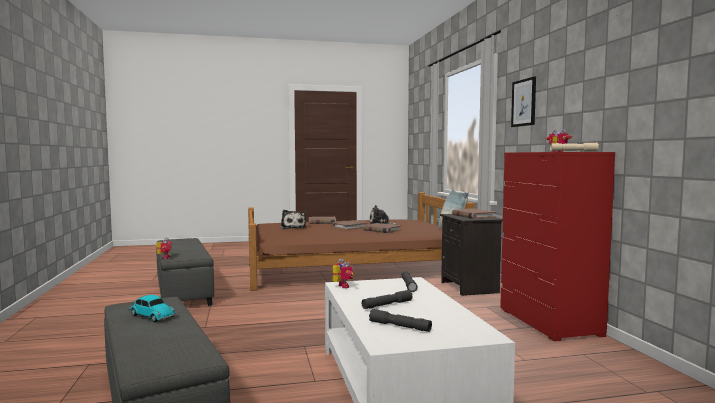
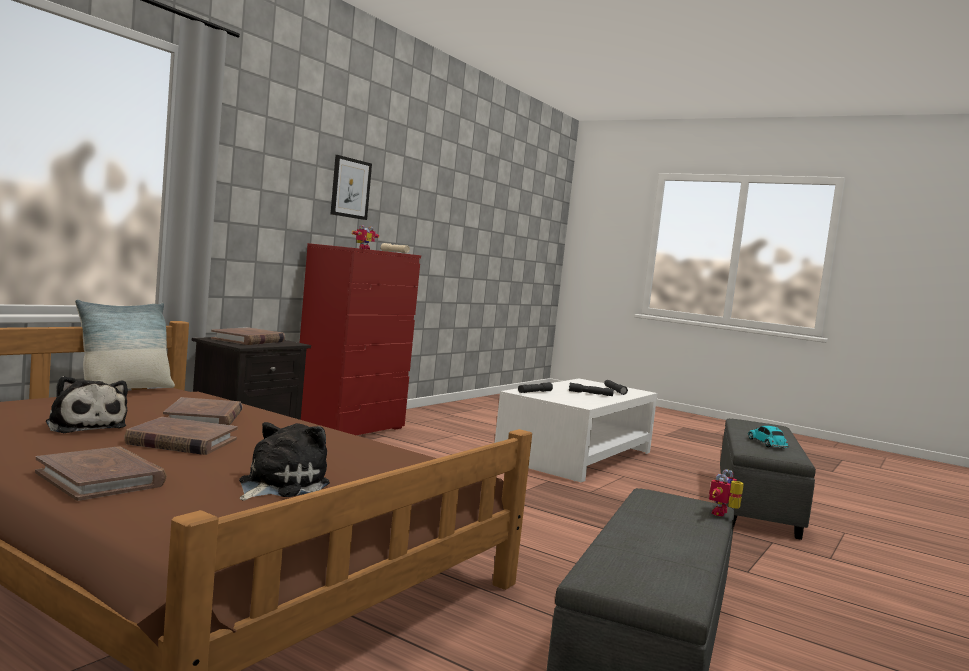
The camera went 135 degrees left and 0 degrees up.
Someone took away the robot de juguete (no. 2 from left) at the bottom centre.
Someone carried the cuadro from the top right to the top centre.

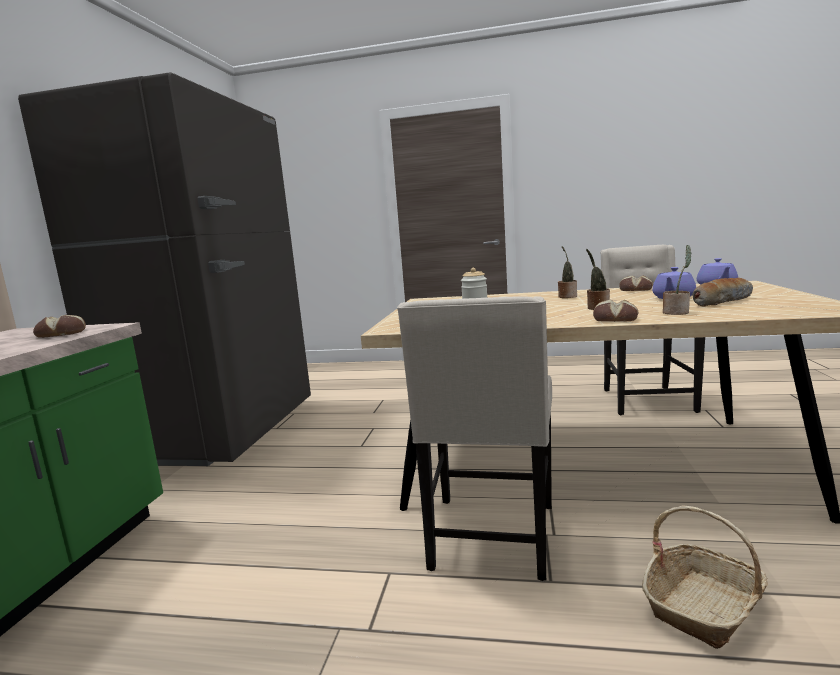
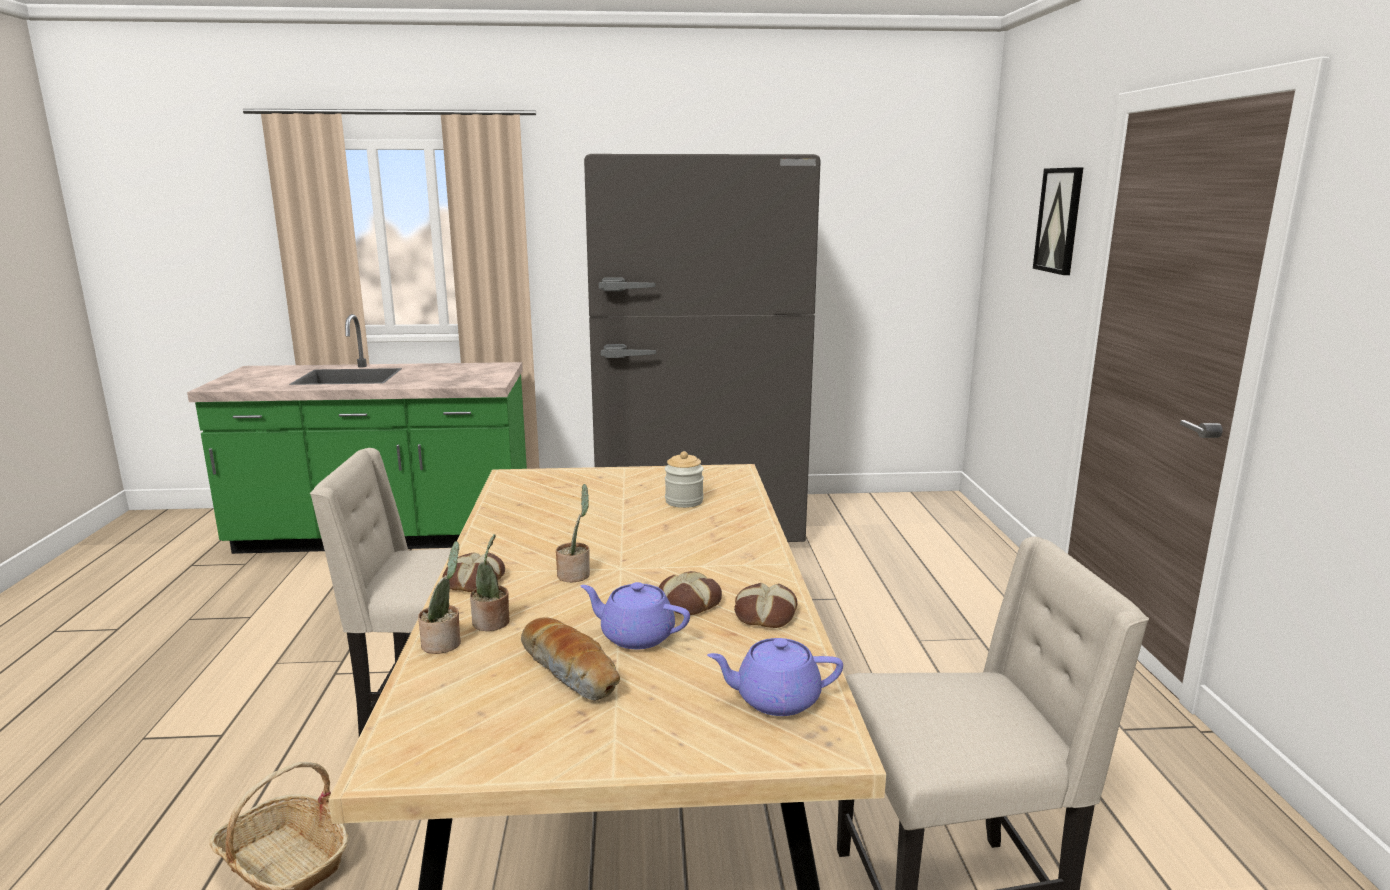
The camera went 75 degrees right and 5 degrees up.
Someone put up the cuadro at the top right.
Someone carried the pan (no. 1 from left in the first image) from the middle left to the centre.
Someone carried the planta en maceta (no. 1 from left) from the middle right to the bottom left.

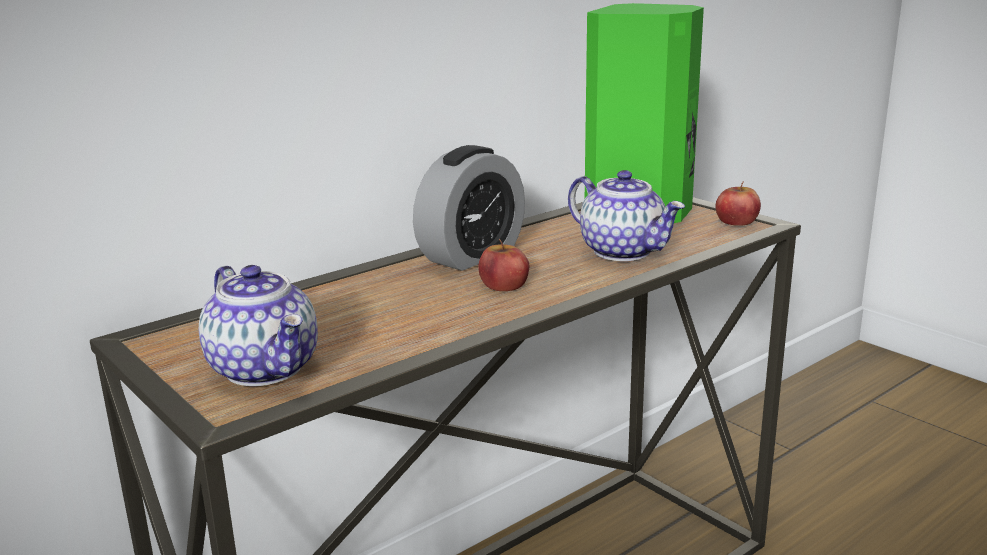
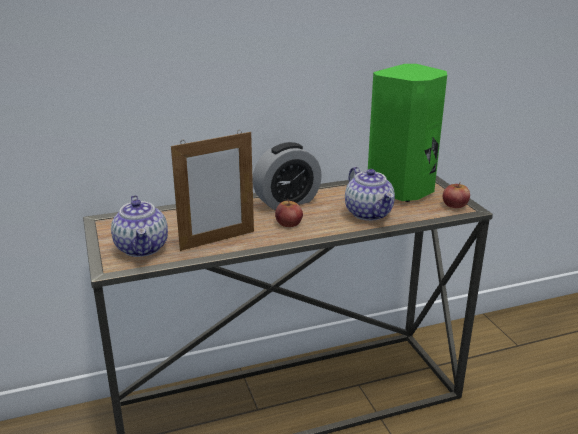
The camera went 20 degrees right and 5 degrees up.
Someone put down the portarretratos at the centre.

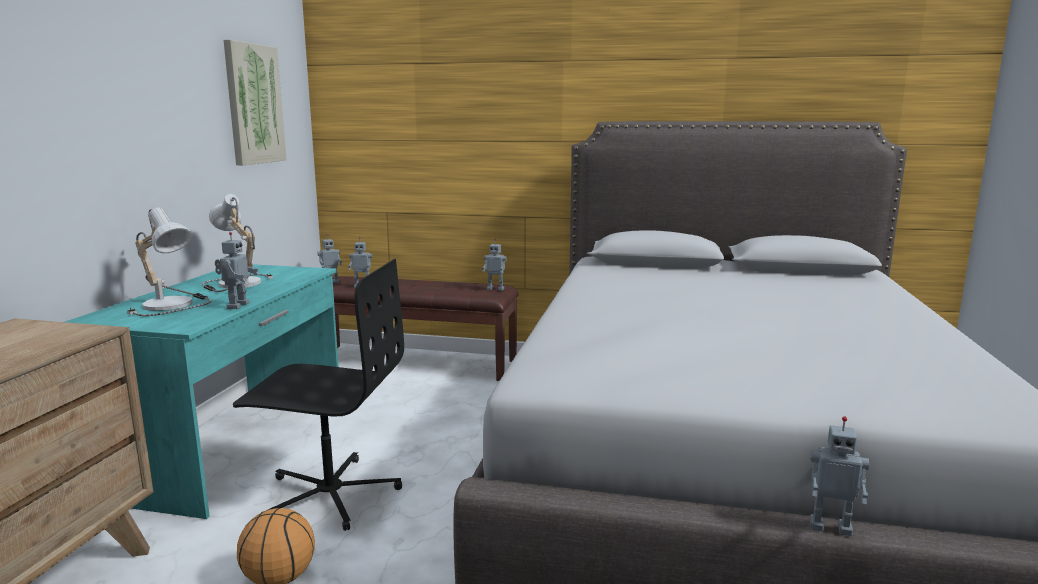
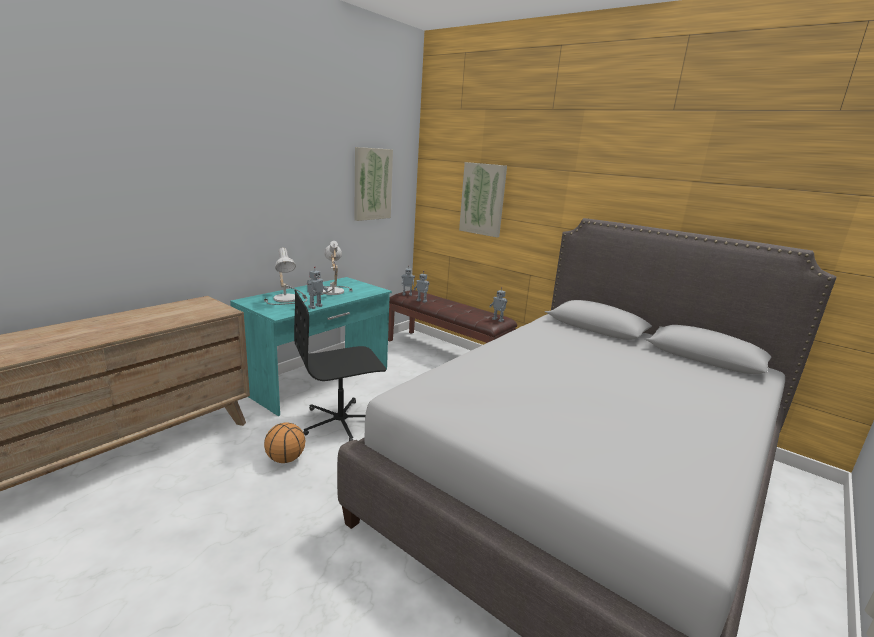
The camera went 25 degrees right and 5 degrees up.
Someone took away the robot de juguete (no. 5 from left) at the bottom right.
Someone put up the cuadro (no. 2 from left) at the top centre.
Someone rotated the silla de oficina (negro) at the bottom left by 120 degrees clockwise.

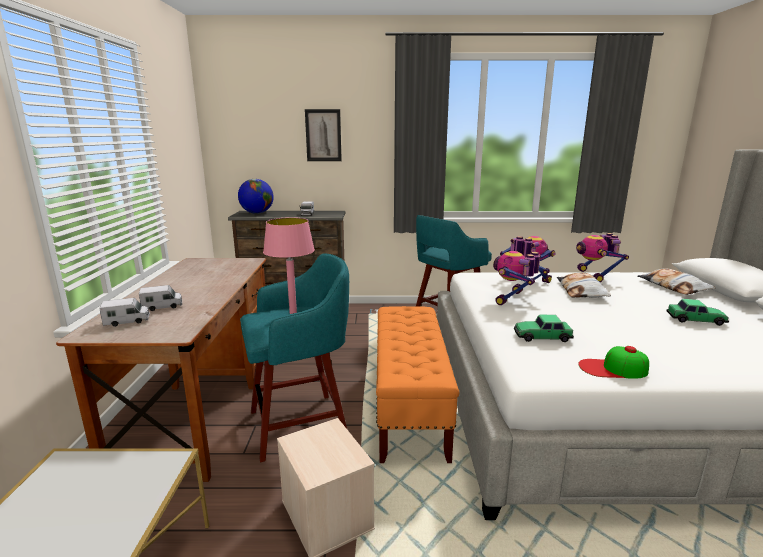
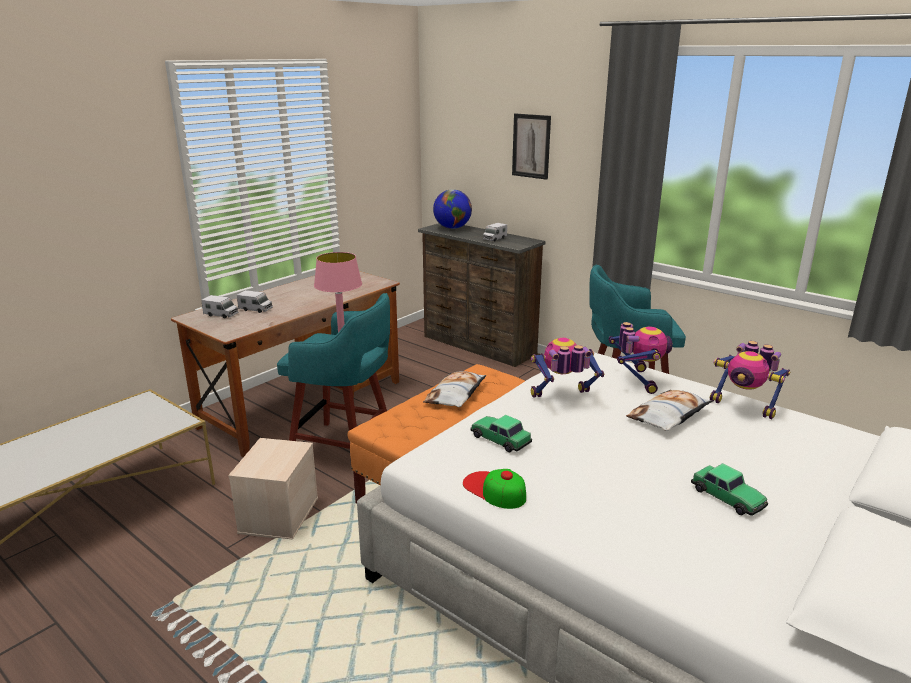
The camera went 40 degrees right and 5 degrees up.
Someone carried the cojín (no. 2 from left in the first image) from the middle right to the centre.
Someone rotated the robot de juguete (no. 3 from left) at the middle right by 90 degrees counterclockwise.

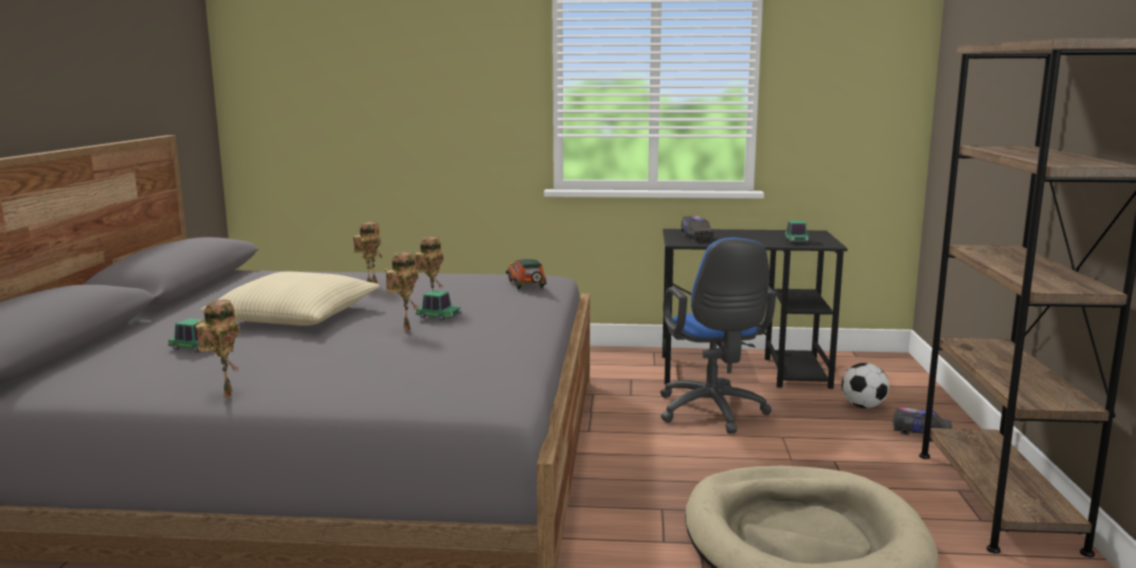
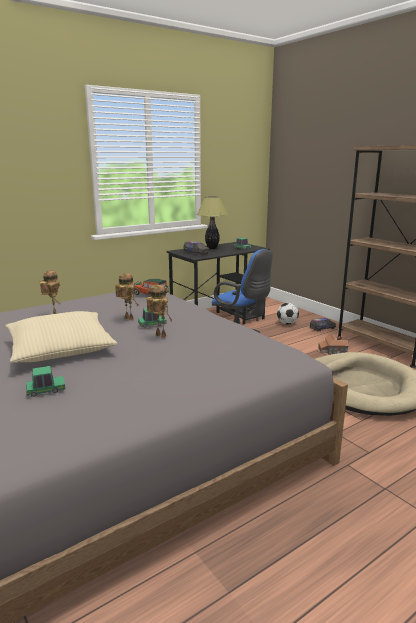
The camera went 40 degrees left and 5 degrees up.
Someone took away the robot de juguete (no. 1 from left) at the middle left.
Someone put down the lámpara de mesa at the centre.
Someone put down the casita at the middle right.

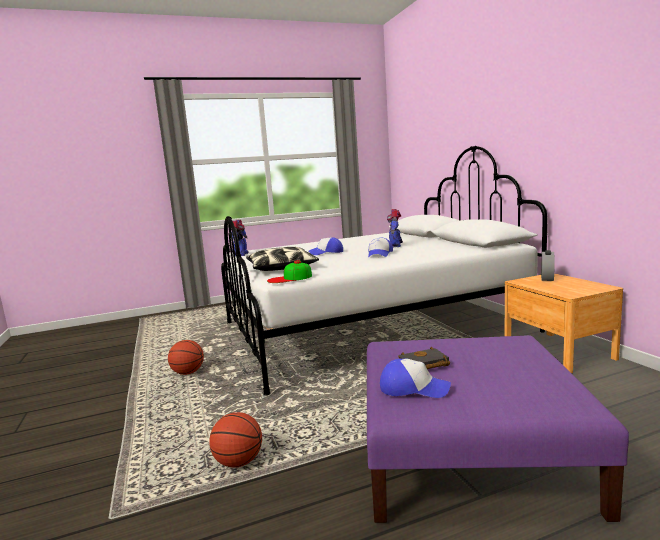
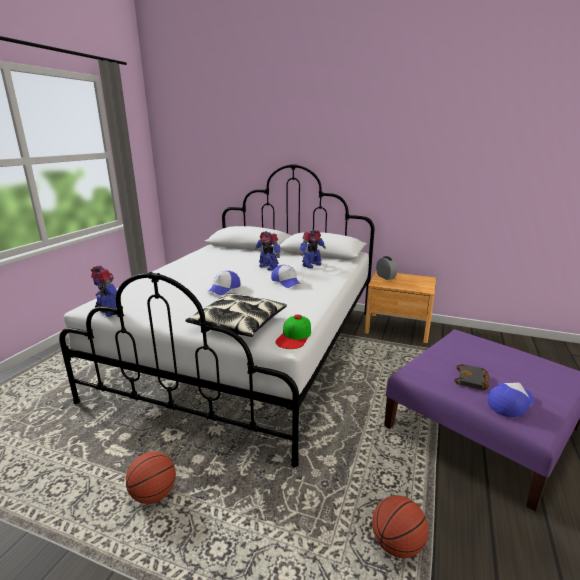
The camera went 50 degrees left and 10 degrees up.
Someone put down the robot de juguete (no. 3 from left) at the centre.

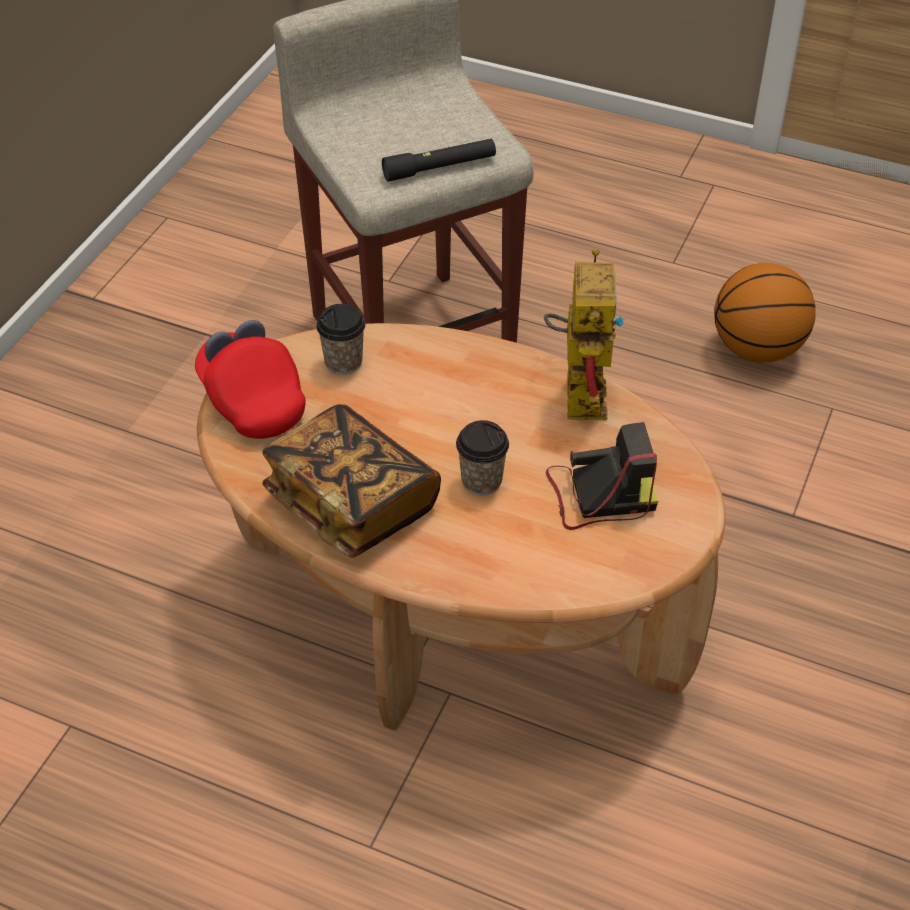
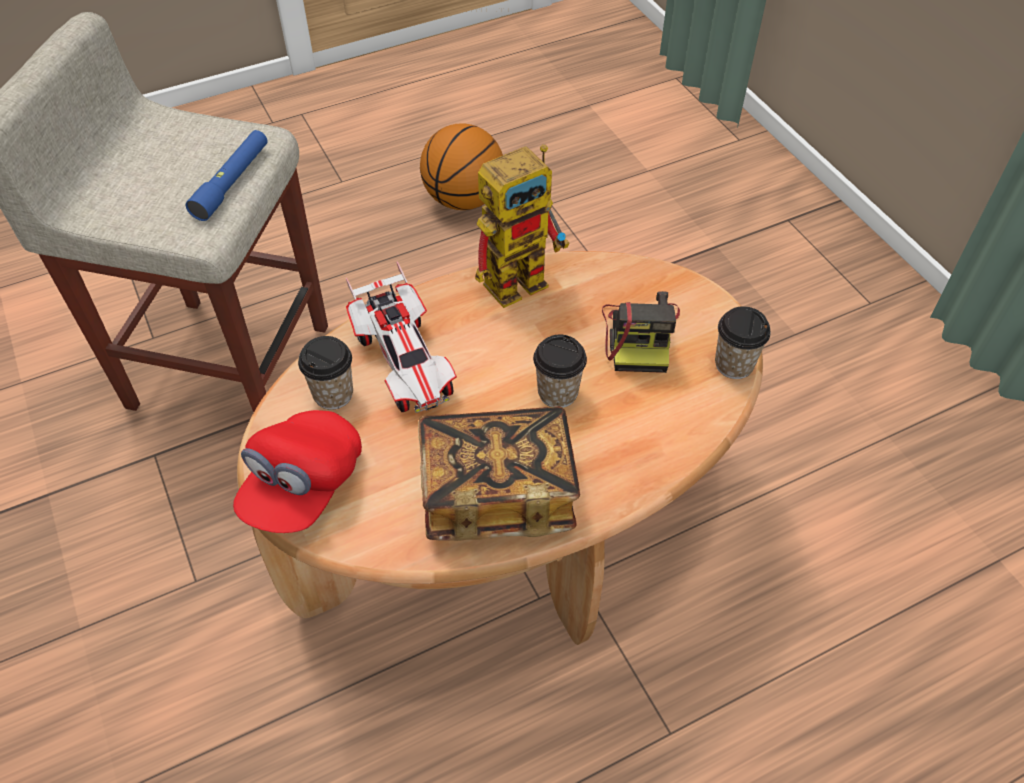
The camera went 50 degrees left and 5 degrees up.
Someone put down the coche de juguete at the centre.
Someone put down the taza (no. 3 from left) at the middle right.
Someone repainted the linterna (negro) at the top centre, which became the linterna (azul) at the top left.
Someone rotated the gorra (rojo) at the middle left by 75 degrees counterclockwise.
Someone rotated the robot de juguete at the centre by 105 degrees clockwise.
Someone rotated the cámara at the centre by 150 degrees clockwise.

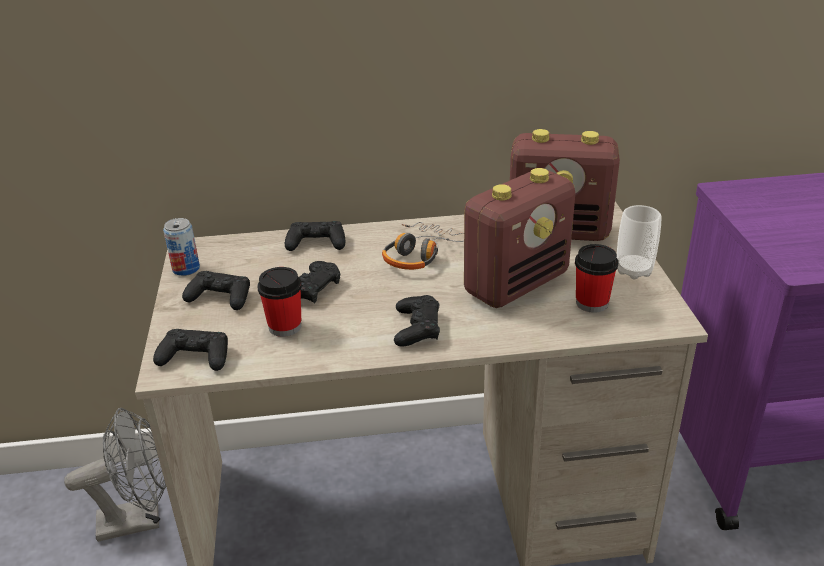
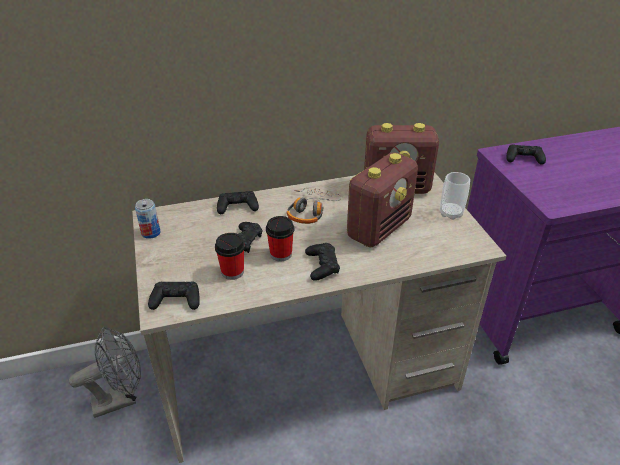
The camera went 10 degrees left and 5 degrees up.
Someone carried the mando de consola (negro) (no. 2 from left in the first image) from the middle left to the top right.
Someone carried the taza (no. 2 from left) from the middle right to the centre.

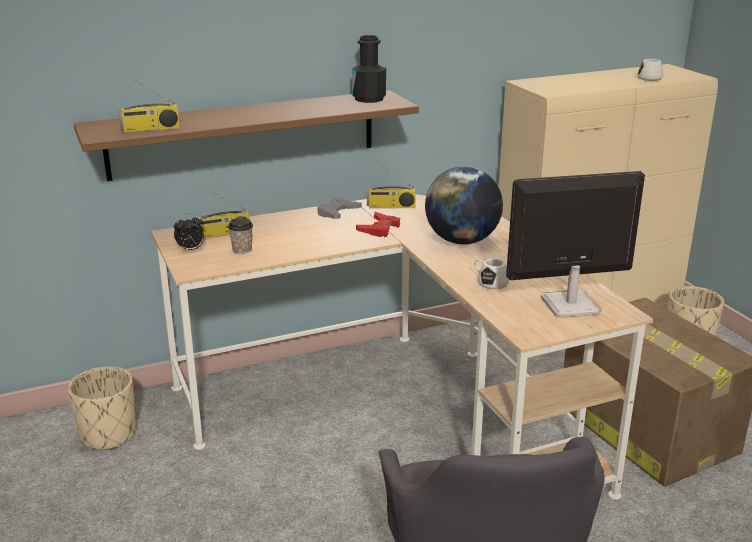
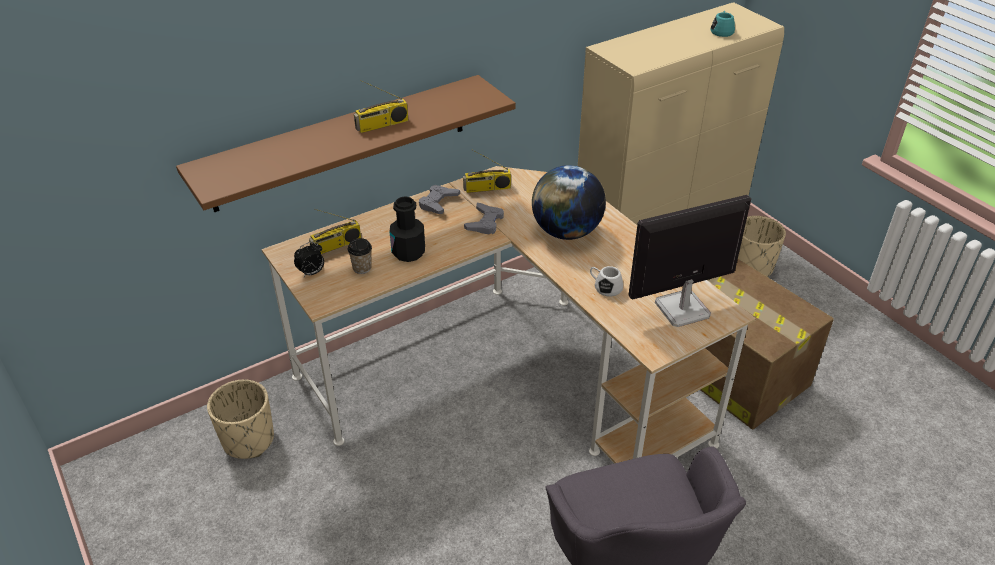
The camera went 10 degrees left and 15 degrees up.
Someone carried the radio (no. 1 from left in the first image) from the top left to the top centre.
Someone carried the botella (negro) from the top centre to the centre.
Someone repainted the mando de consola (rojo) at the centre, which became the mando de consola (gris) (no. 2 from left) at the centre.
Someone repainted the taza grande (blanco) (no. 2 from left) at the top right, which became the taza grande (turquesa) at the top right.

